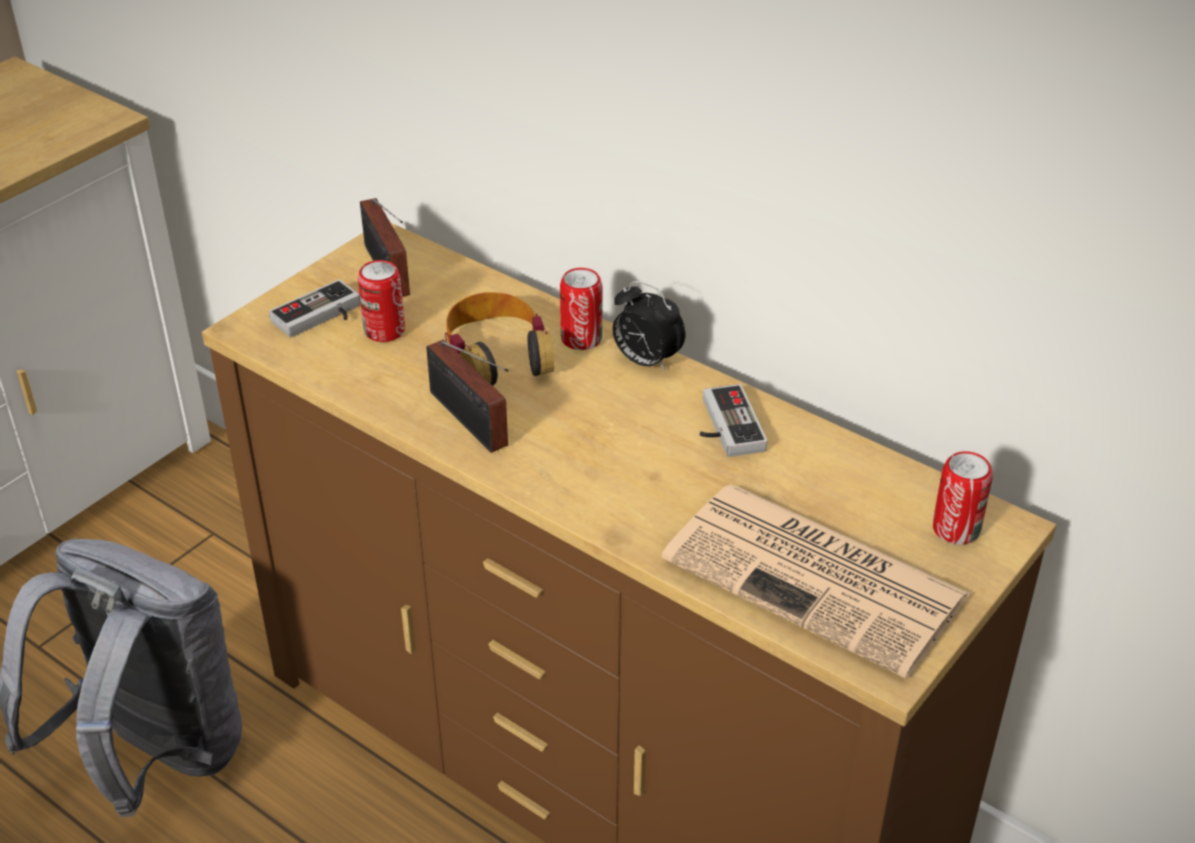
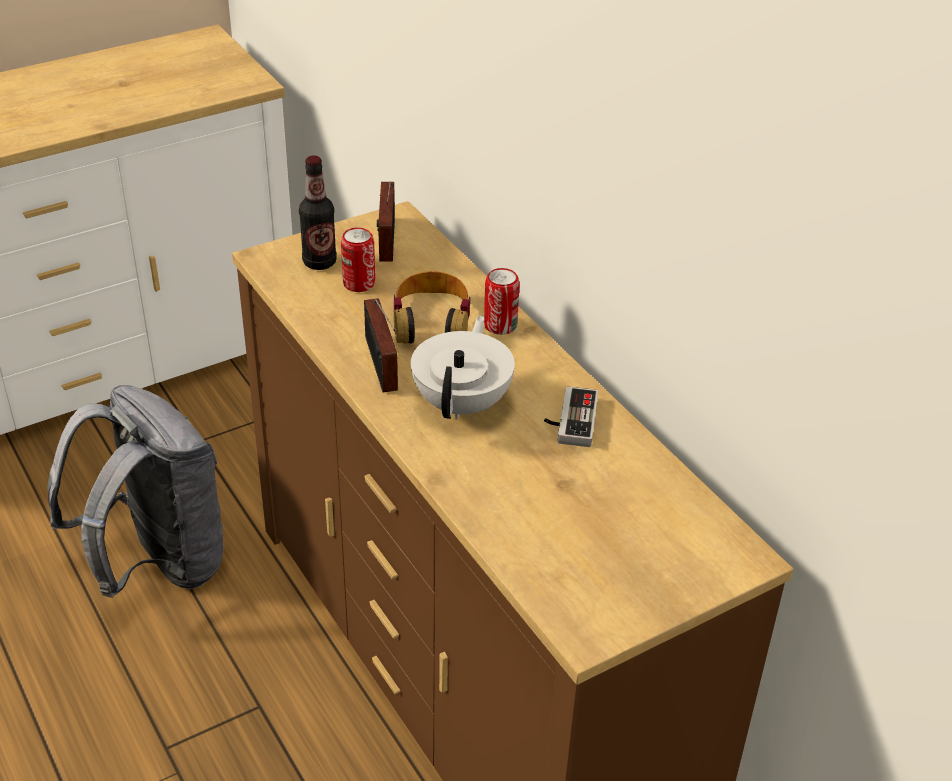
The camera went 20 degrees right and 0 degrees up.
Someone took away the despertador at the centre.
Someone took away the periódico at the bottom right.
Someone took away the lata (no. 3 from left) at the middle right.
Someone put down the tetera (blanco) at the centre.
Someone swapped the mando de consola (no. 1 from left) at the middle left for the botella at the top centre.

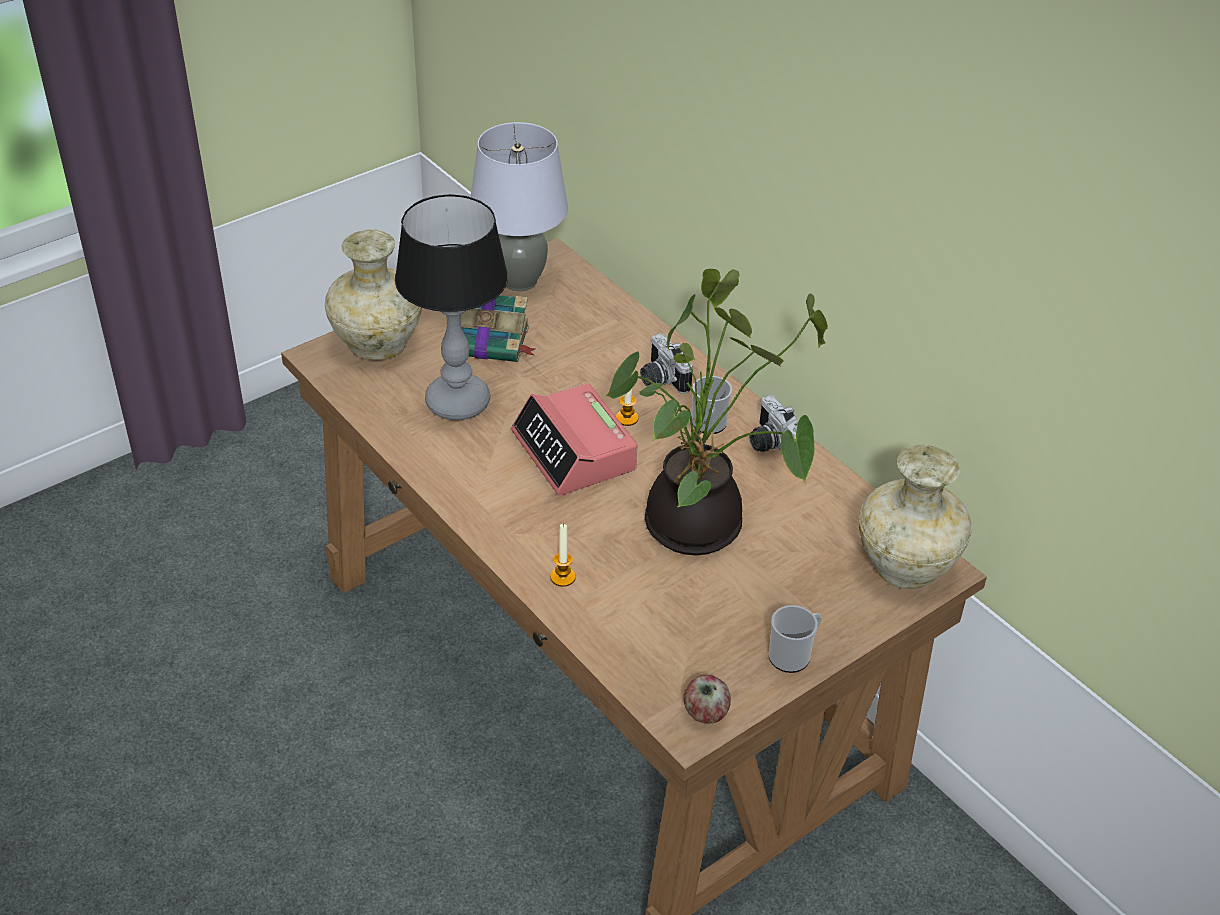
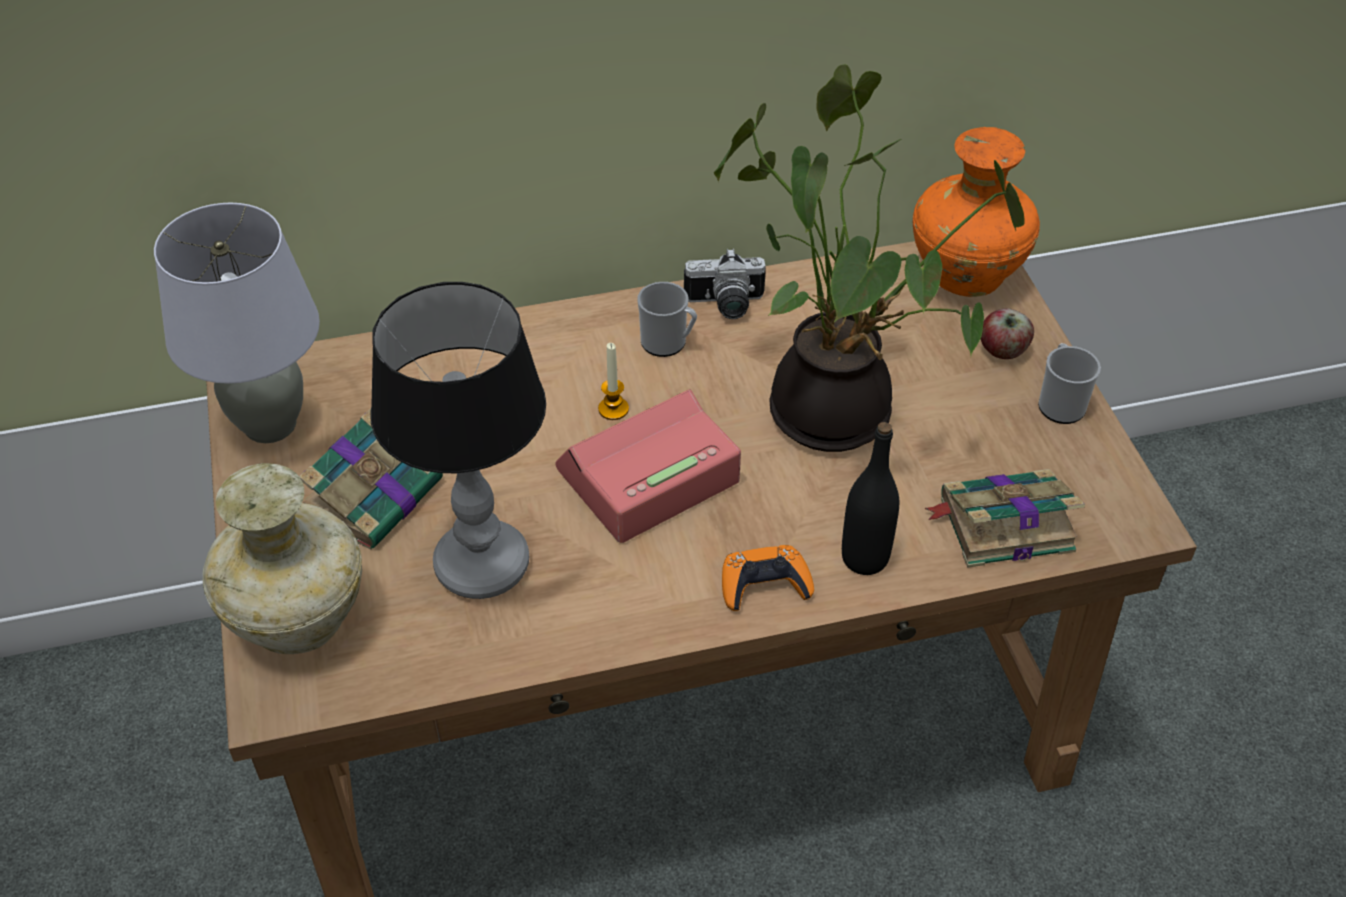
The camera went 65 degrees left and 5 degrees up.
Someone took away the cámara (no. 1 from left) at the centre.
Someone put down the mando de consola (naranja) at the centre.
Someone put down the libro (no. 2 from left) at the middle right.
Someone carried the manzana from the bottom centre to the middle right.
Someone swapped the vela (no. 1 from left) at the centre for the botella (negro) at the centre.
Someone repainted the florero (beis) (no. 2 from left) at the middle right, which became the florero (naranja) at the top right.
Someone rotated the despertador at the centre by 150 degrees clockwise.

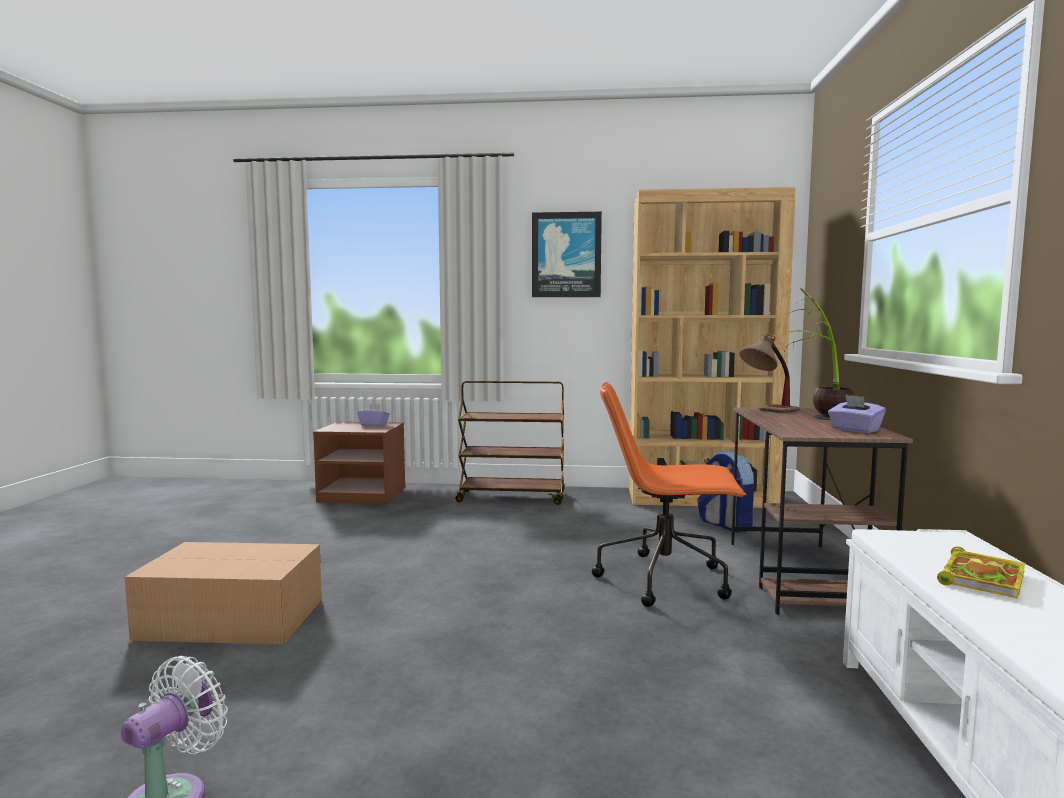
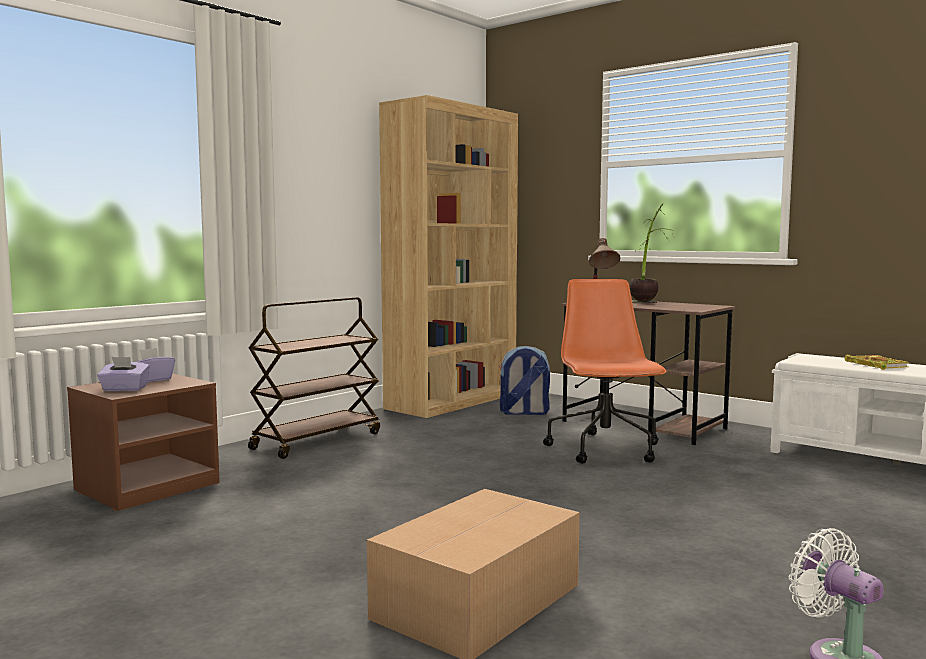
The camera went 55 degrees left and 0 degrees up.
Someone took away the cuadro at the top centre.
Someone carried the caja de pañuelos (morado) (no. 2 from left in the first image) from the middle right to the middle left.
Someone rotated the silla de oficina (naranja) at the centre by 135 degrees clockwise.

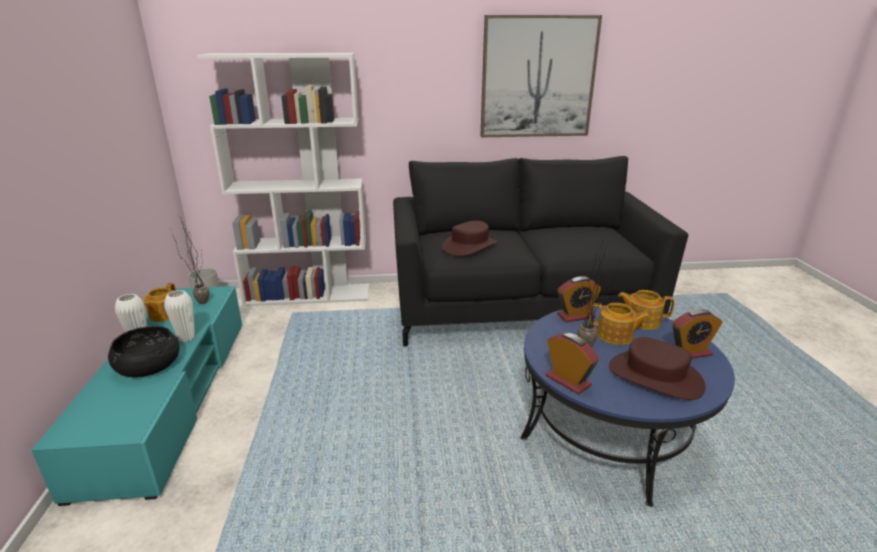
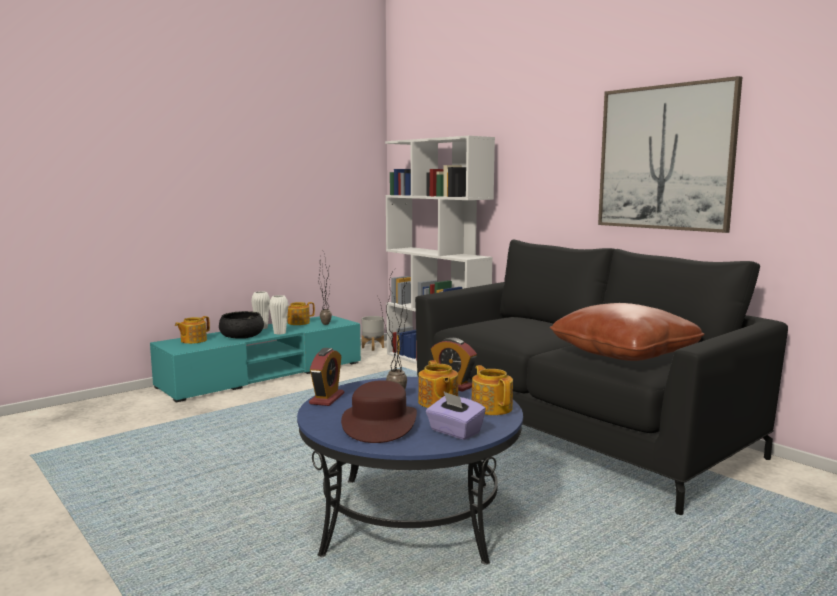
The camera went 55 degrees right and 15 degrees down.
Someone took away the sombrero (marrón) (no. 1 from left) at the centre.
Someone put down the tetera (no. 1 from left) at the middle left.
Someone put down the cojín (marrón) at the middle right.
Someone swapped the despertador (no. 3 from left) at the middle right for the caja de pañuelos (morado) at the bottom centre.

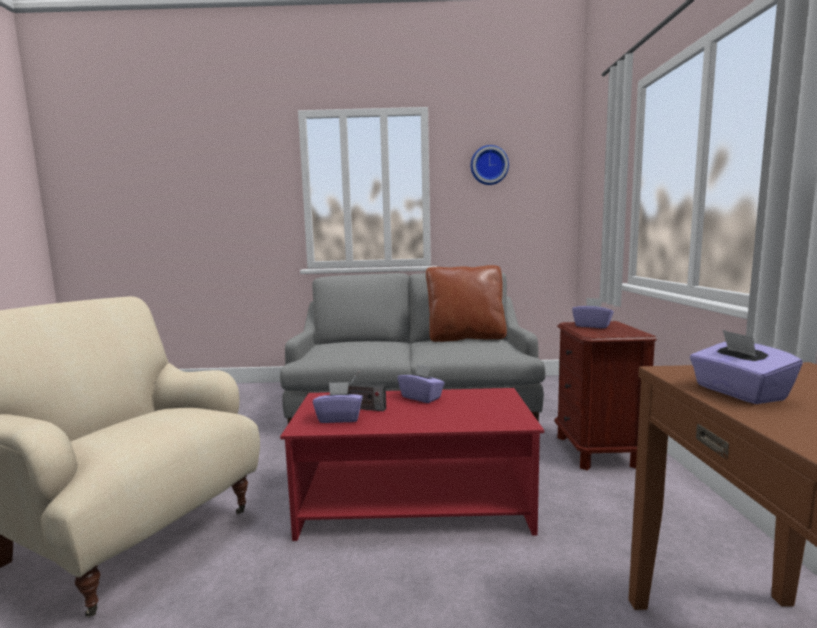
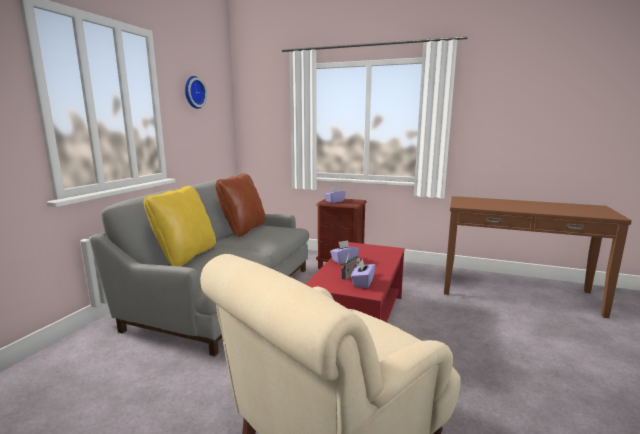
The camera went 70 degrees left and 5 degrees up.
Someone took away the caja de pañuelos (morado) (no. 4 from left) at the middle right.
Someone put down the cojín (amarillo) at the middle left.

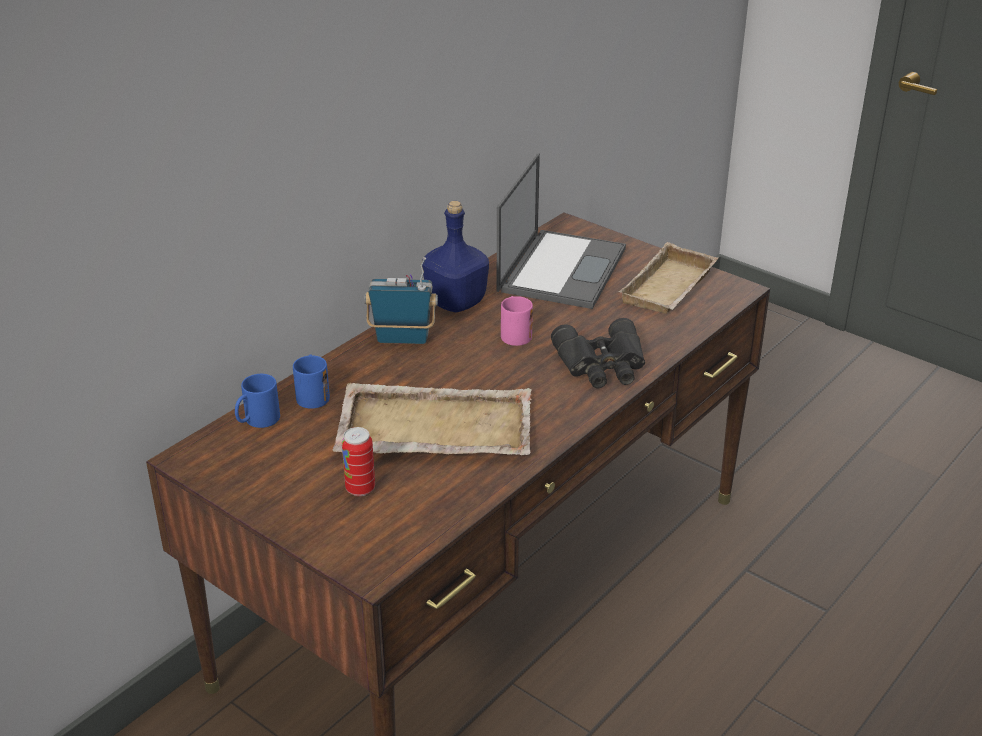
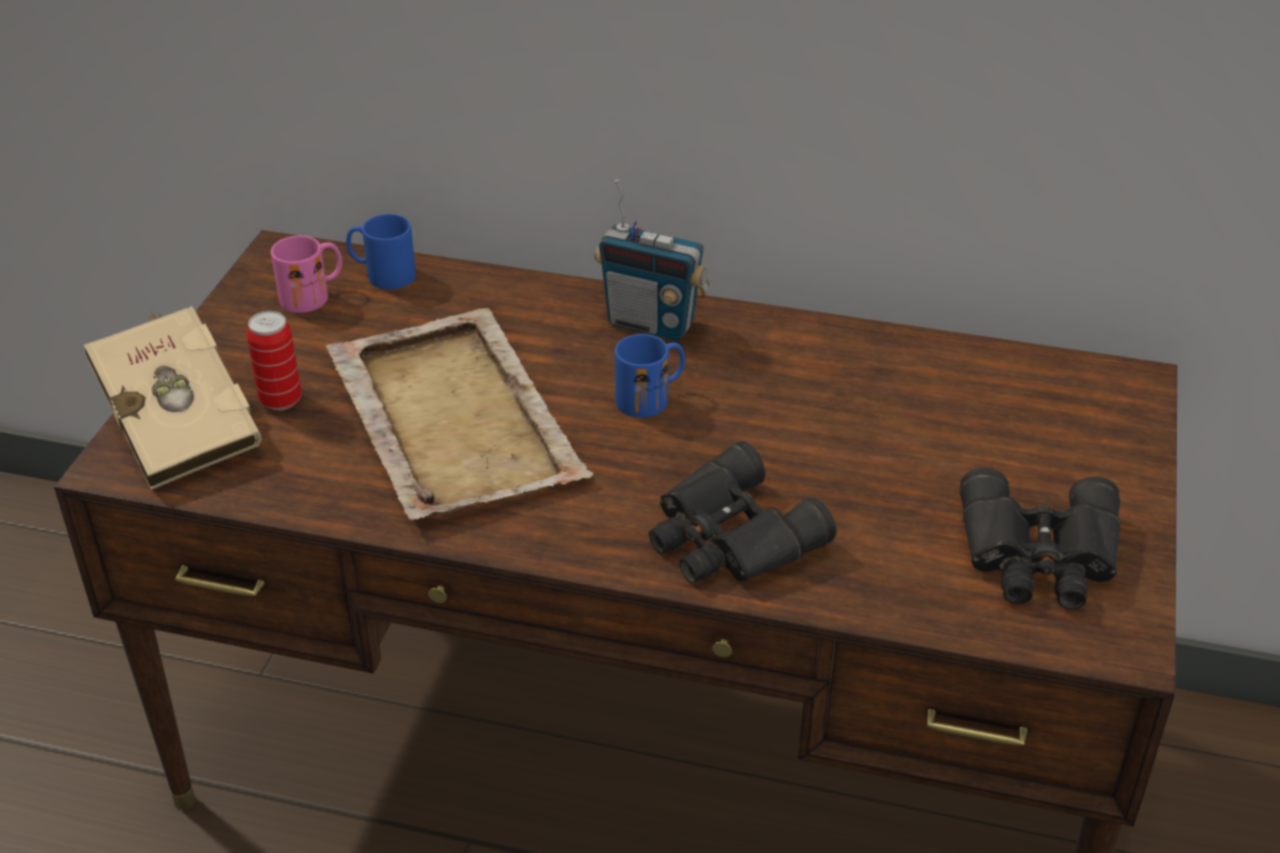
The camera went 65 degrees right and 5 degrees up.
Someone took away the botella (azul) at the centre.
Someone took away the portátil at the top centre.
Someone put down the libro (beis) at the middle left.
Someone carried the taza grande (azul) (no. 2 from left) from the middle left to the centre.
Someone carried the taza grande (rosa) from the centre to the top left.
Someone swapped the bandeja (beis) (no. 2 from left) at the middle right for the prismáticos (negro) (no. 2 from left) at the middle right.
Someone rotated the radio at the centre by 135 degrees clockwise.

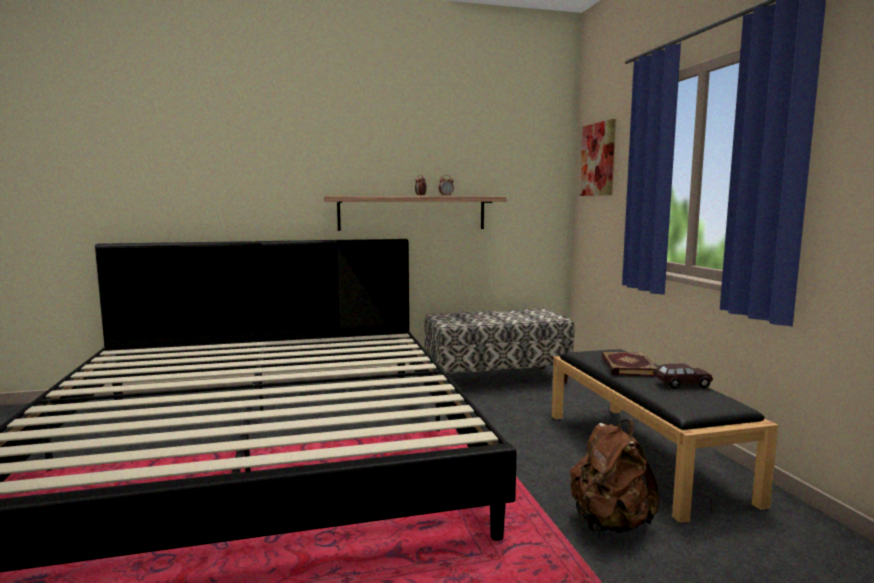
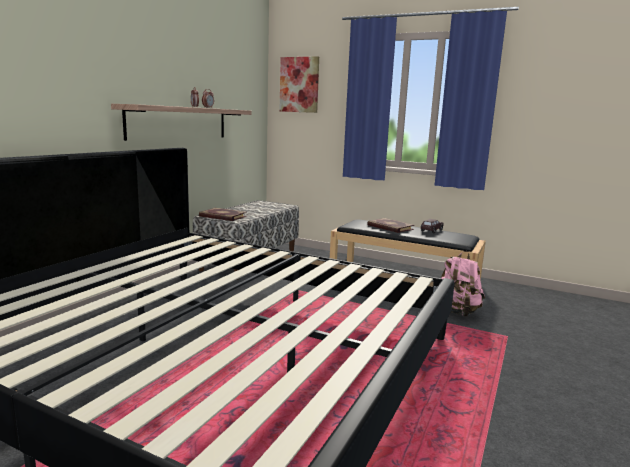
The camera went 50 degrees left and 5 degrees up.
Someone put down the libro (no. 1 from left) at the centre.
Someone repainted the mochila (marrón) at the bottom right, which became the mochila (rosa) at the middle right.

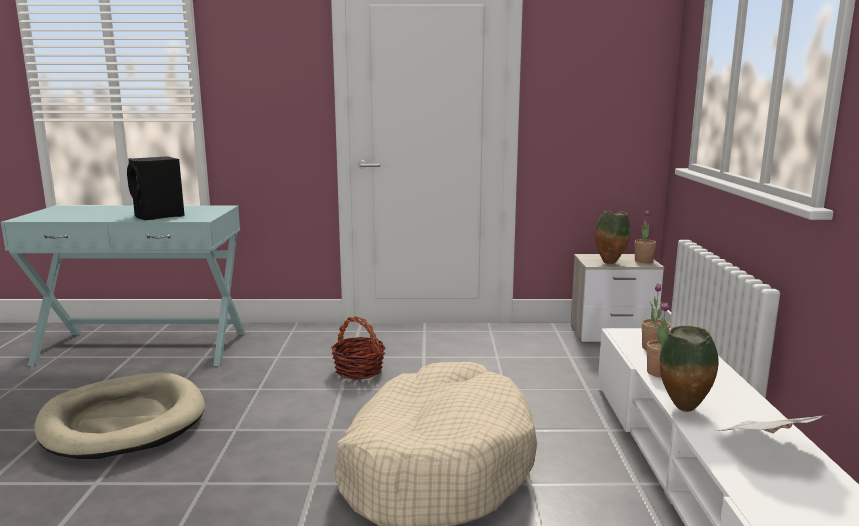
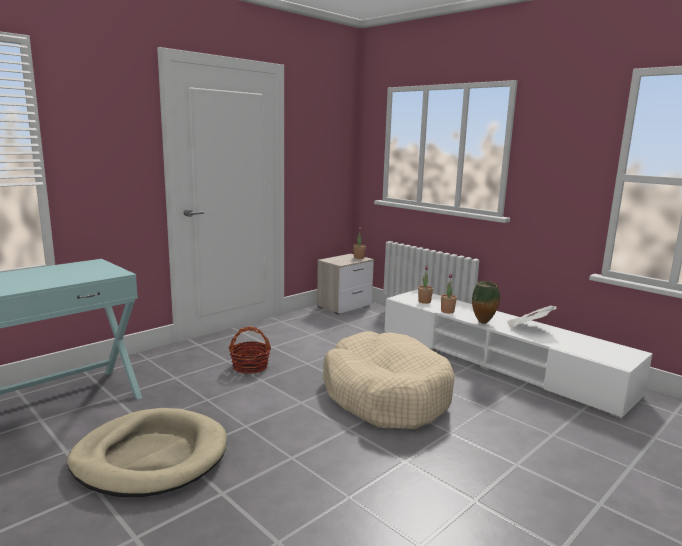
The camera went 45 degrees left and 0 degrees up.
Someone took away the altavoz (negro) at the middle left.
Someone took away the florero (no. 1 from left) at the middle right.

